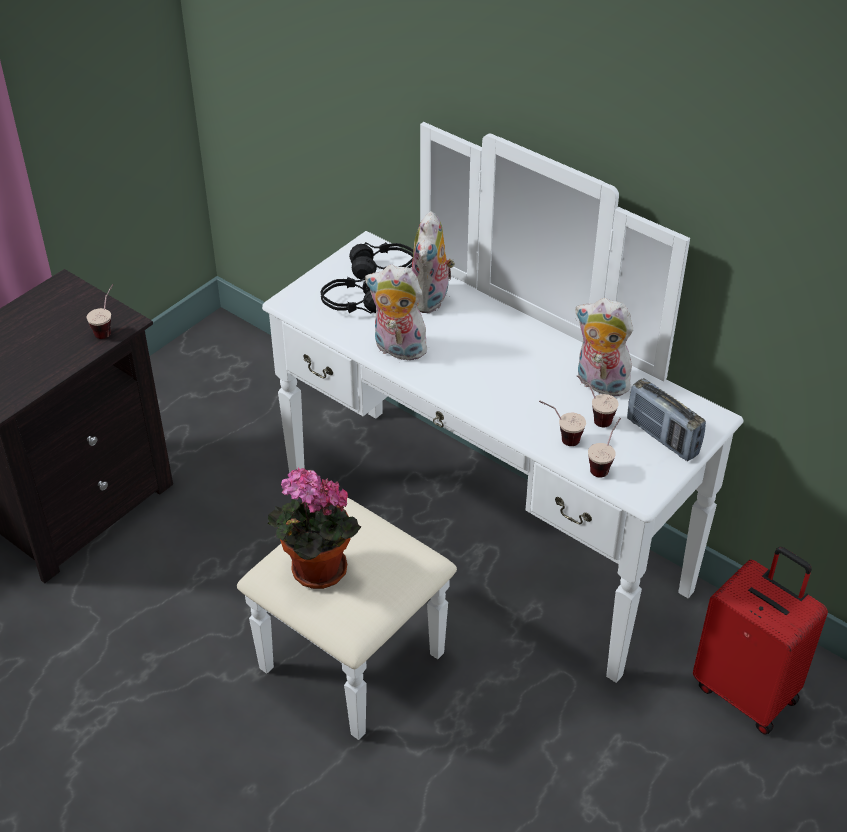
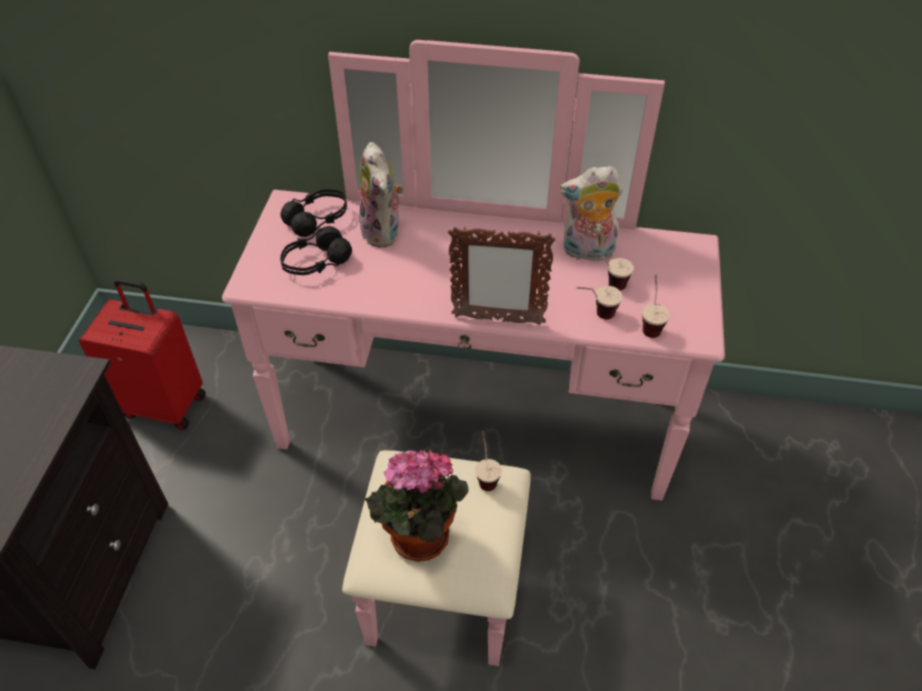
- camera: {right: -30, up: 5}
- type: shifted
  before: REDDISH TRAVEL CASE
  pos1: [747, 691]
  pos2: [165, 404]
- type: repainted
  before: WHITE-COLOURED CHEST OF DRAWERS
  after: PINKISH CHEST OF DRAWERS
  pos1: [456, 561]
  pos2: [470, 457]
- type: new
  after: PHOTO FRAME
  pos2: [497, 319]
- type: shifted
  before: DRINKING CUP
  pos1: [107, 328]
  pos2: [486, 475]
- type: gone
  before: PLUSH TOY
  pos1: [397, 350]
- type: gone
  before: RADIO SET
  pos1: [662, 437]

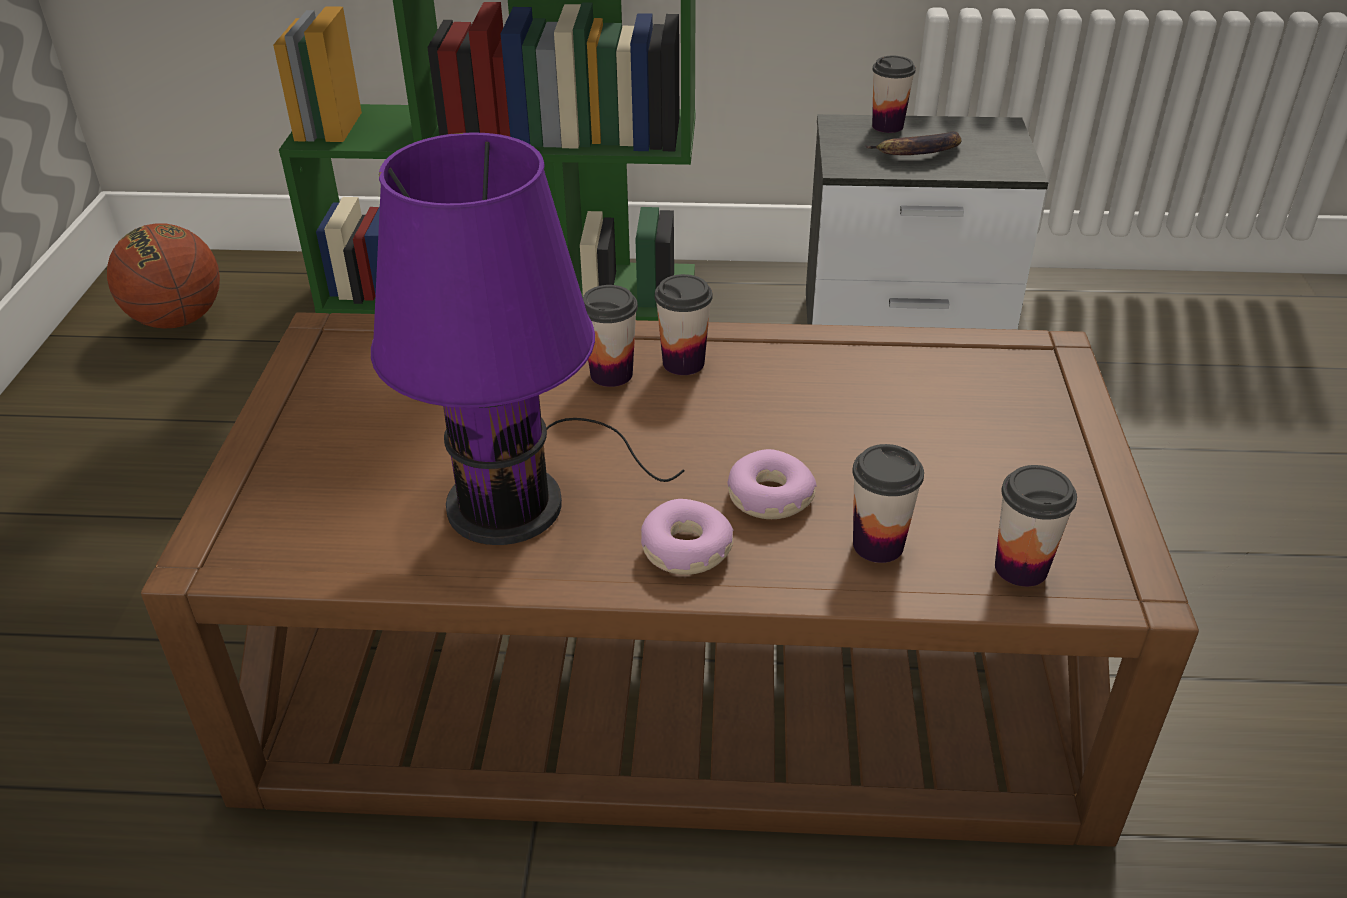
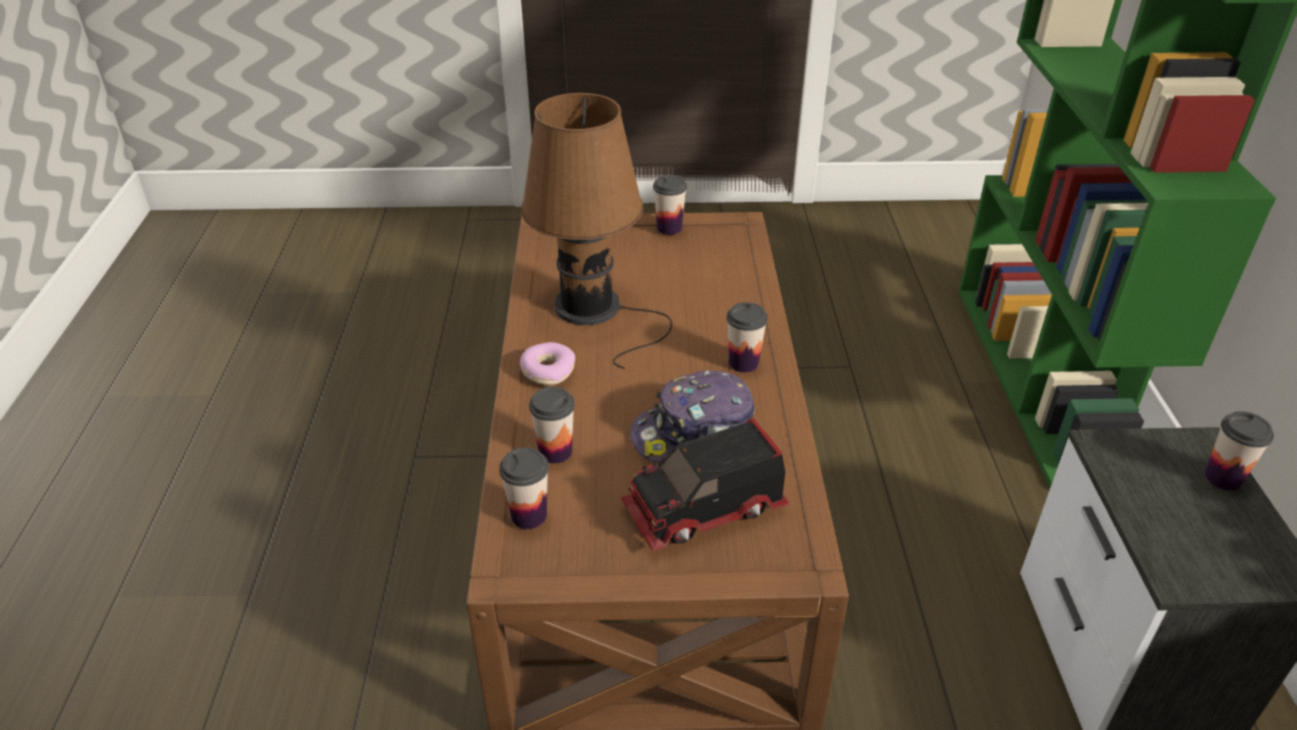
- camera: {right: 85, up: 0}
- type: repainted
  before: PURPLISH TABLETOP LAMP
  after: BROWN TABLETOP LAMP
  pos1: [516, 499]
  pos2: [593, 309]
- type: new
  after: TOY LORRY
  pos2: [705, 510]
- type: new
  after: CAP
  pos2: [693, 433]
- type: shifted
  before: DRINKING CUP
  pos1: [611, 374]
  pos2: [669, 228]
- type: gone
  before: BALL FOR BASKETBALL
  pos1: [177, 320]
- type: gone
  before: DOUGHNUT
  pos1: [769, 497]
- type: gone
  before: BANANA
  pos1: [917, 153]

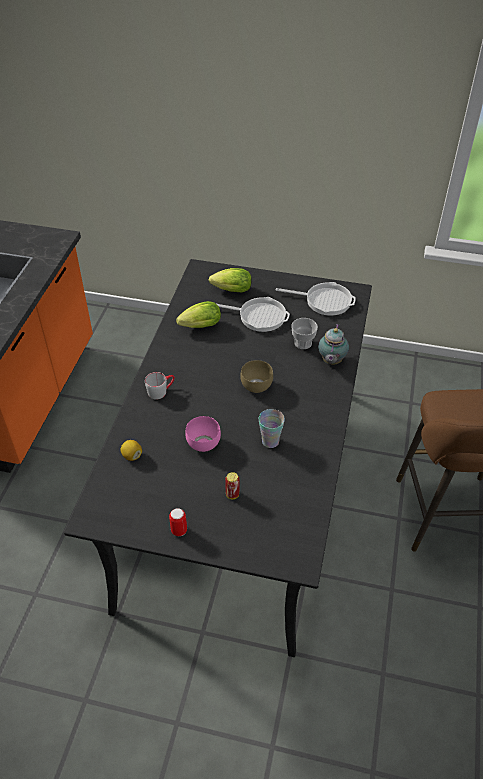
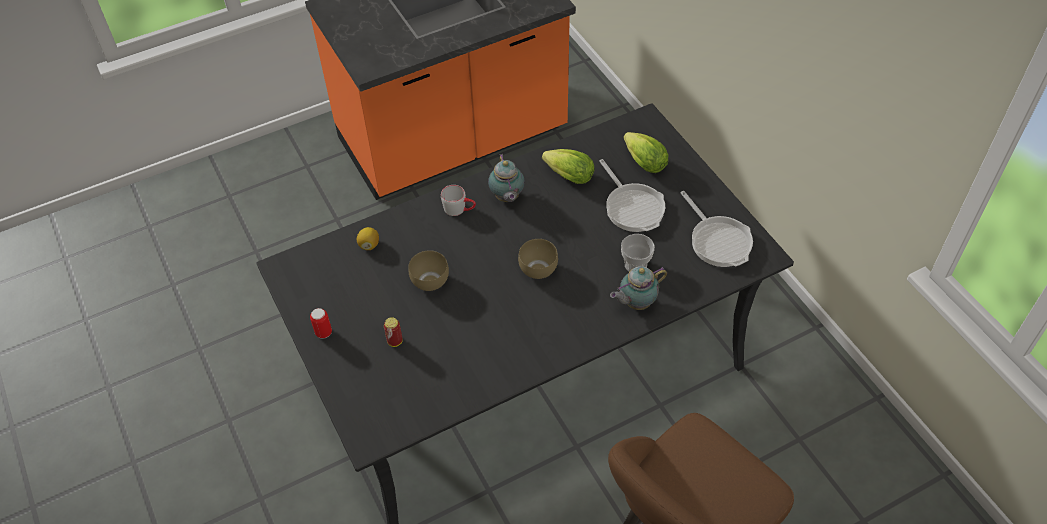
- camera: {right: 50, up: 5}
- type: repainted
  before: PINKISH BOWL
  after: BROWN BOWL
  pos1: [202, 443]
  pos2: [430, 280]
- type: new
  after: TEAPOT
  pos2: [507, 198]
- type: gone
  before: DRINKING CUP
  pos1: [270, 441]

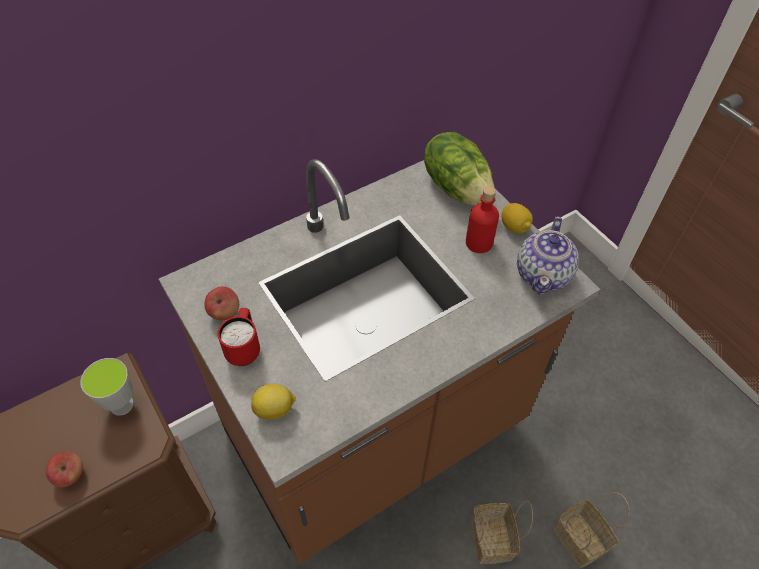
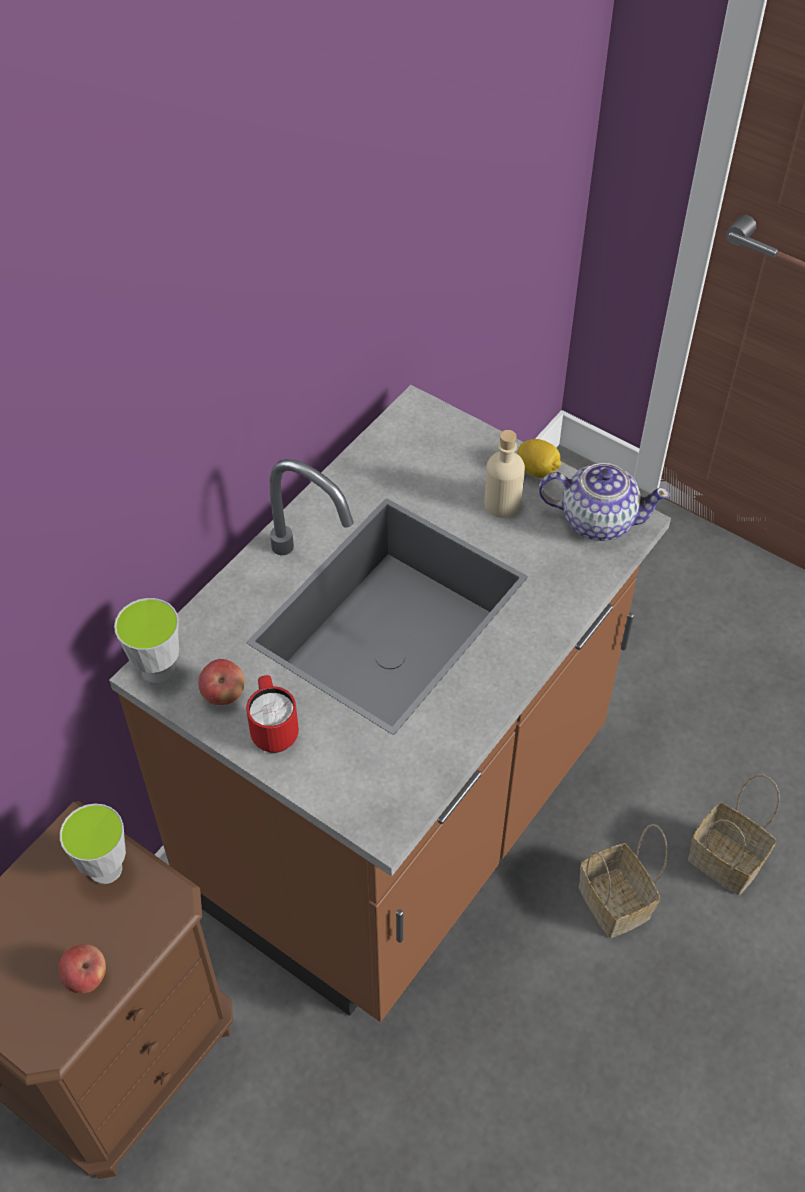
- camera: {right: -20, up: 0}
- type: new
  after: DRINKING CUP
  pos2: [158, 670]
- type: repainted
  before: REDDISH DRINK BOTTLE
  after: BEIGE DRINK BOTTLE
  pos1: [479, 243]
  pos2: [502, 504]
- type: rotated
  before: TEAPOT
  pos1: [543, 274]
  pos2: [597, 520]
  turn: -75
- type: gone
  before: CITRUS FRUIT
  pos1: [275, 409]
- type: gone
  before: LETTUCE
  pos1: [457, 188]

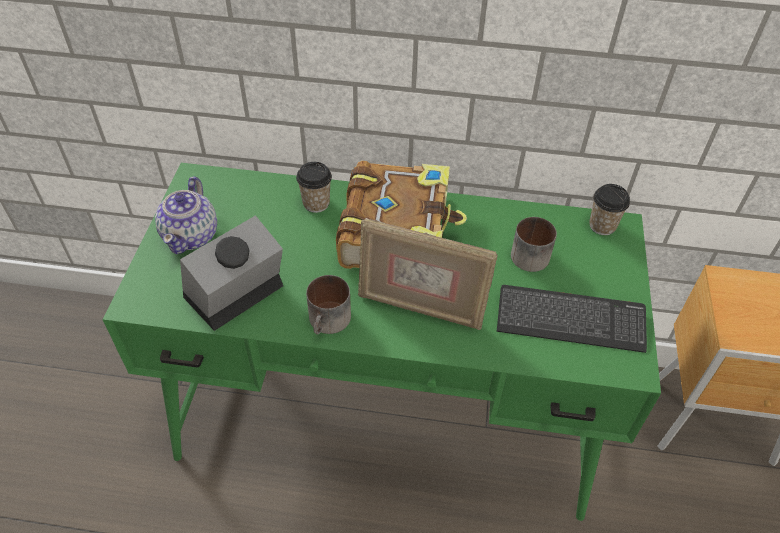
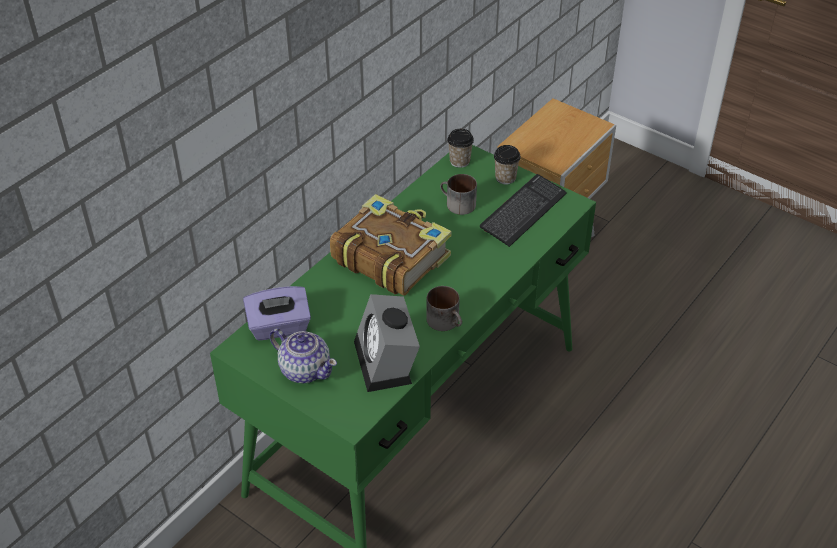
- camera: {right: -60, up: -5}
- type: new
  after: PURPLISH TISSUE HOLDER
  pos2: [279, 327]
- type: shifted
  before: DRINKING CUP
  pos1: [316, 203]
  pos2: [505, 178]
- type: gone
  before: PHOTO FRAME
  pos1: [420, 308]

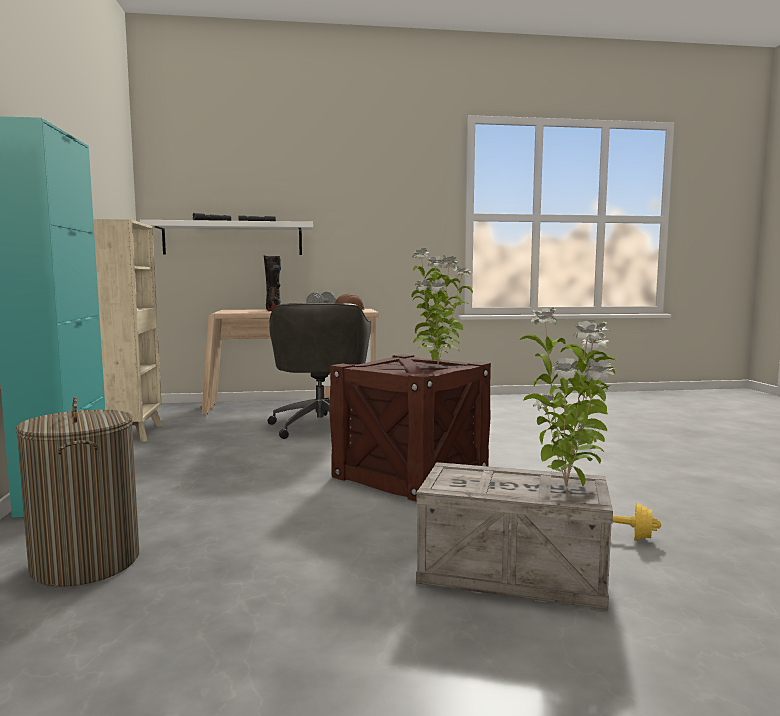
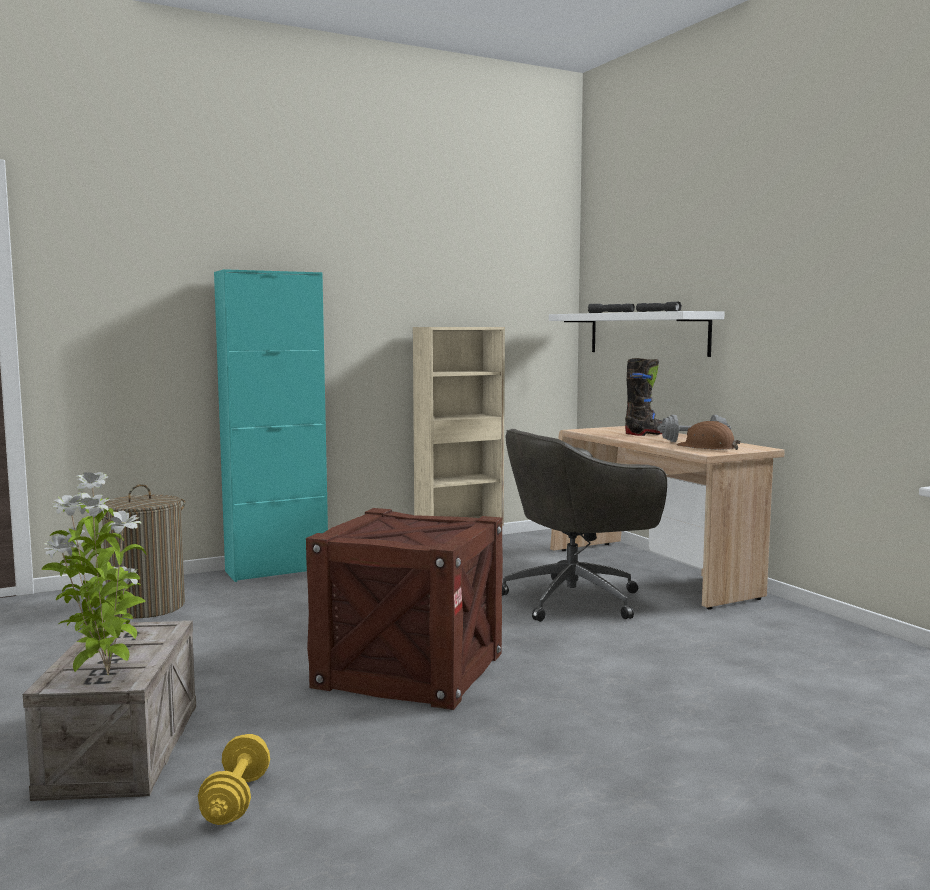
- camera: {right: 70, up: 0}
- type: gone
  before: PLANT IN A POT
  pos1: [437, 365]

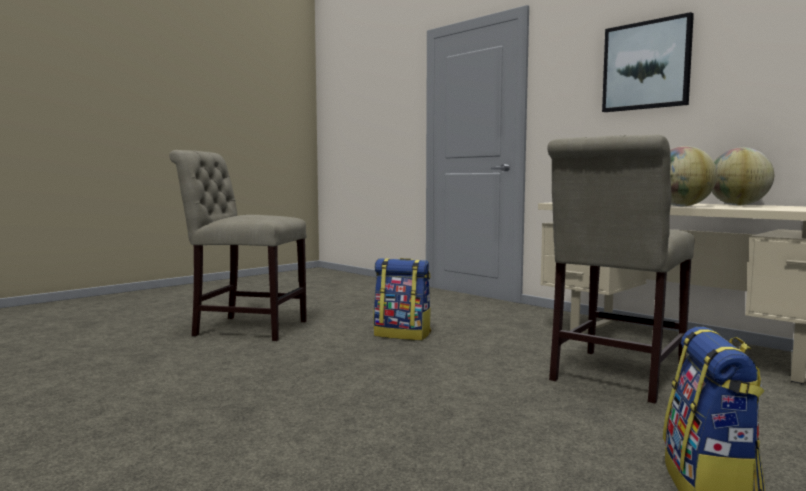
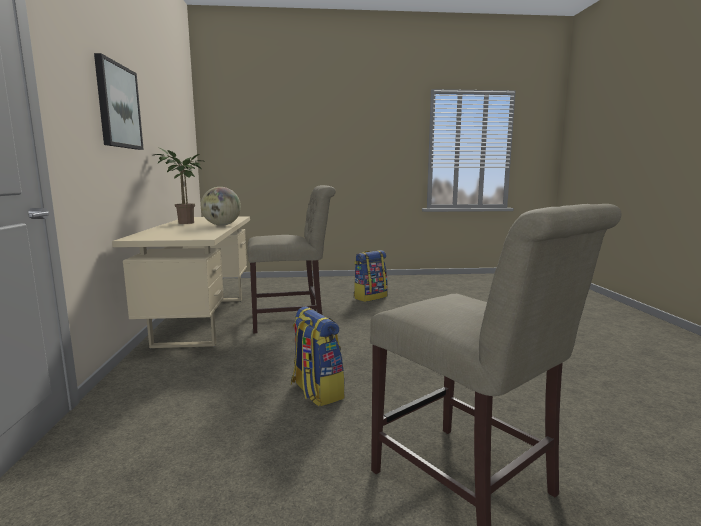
- camera: {right: -140, up: 5}
- type: swapped
  before: GLOBE
  after: PLANT IN A POT
  pos1: [738, 205]
  pos2: [184, 223]

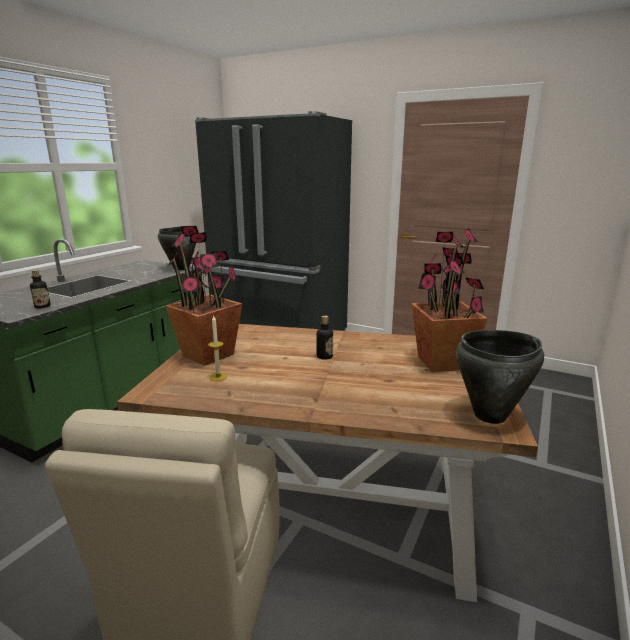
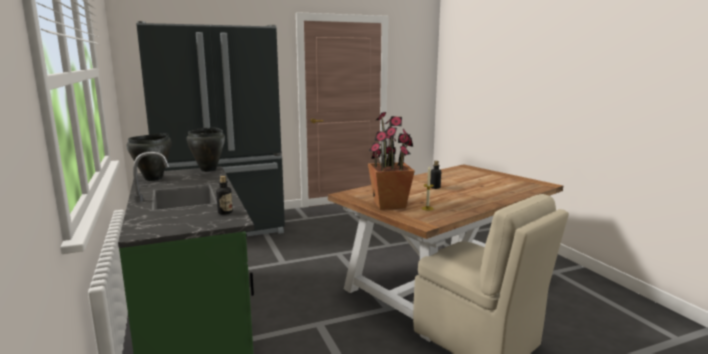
- camera: {right: -50, up: -5}
- type: shifted
  before: BLACK SAUCEPOT
  pos1: [490, 416]
  pos2: [154, 178]
- type: gone
  before: PLANT IN A POT
  pos1: [441, 363]

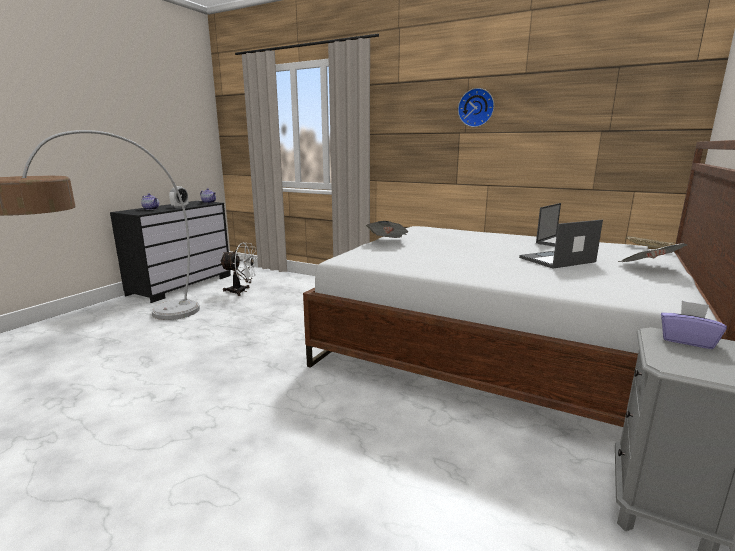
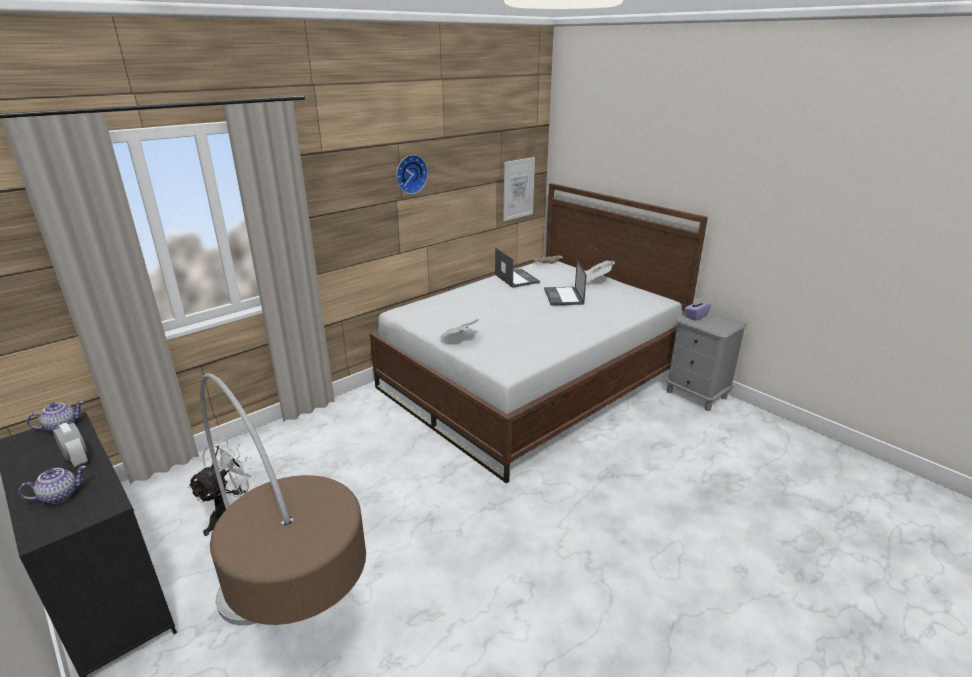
- camera: {right: -70, up: 10}
- type: new
  after: WALL ART
  pos2: [518, 189]

